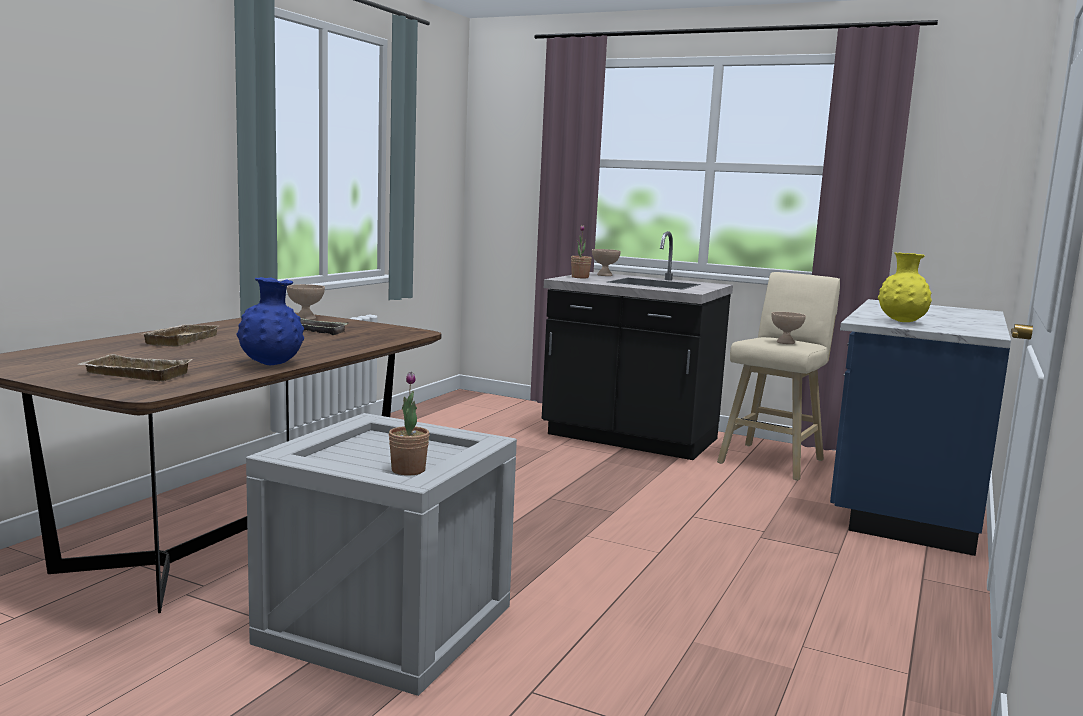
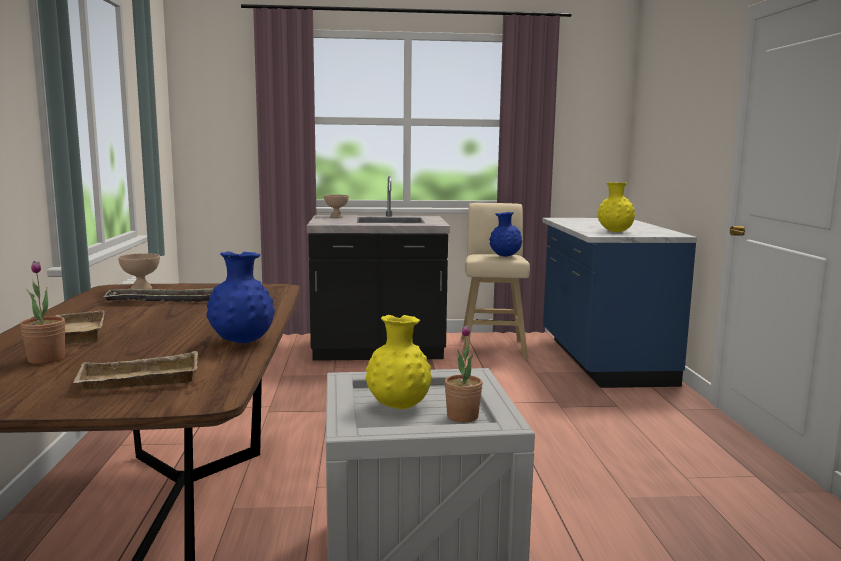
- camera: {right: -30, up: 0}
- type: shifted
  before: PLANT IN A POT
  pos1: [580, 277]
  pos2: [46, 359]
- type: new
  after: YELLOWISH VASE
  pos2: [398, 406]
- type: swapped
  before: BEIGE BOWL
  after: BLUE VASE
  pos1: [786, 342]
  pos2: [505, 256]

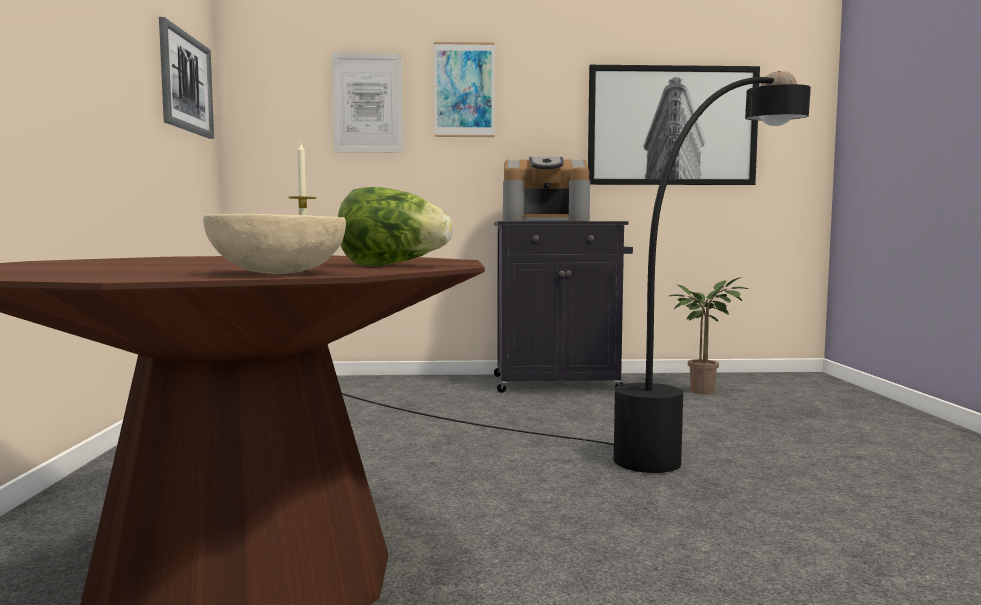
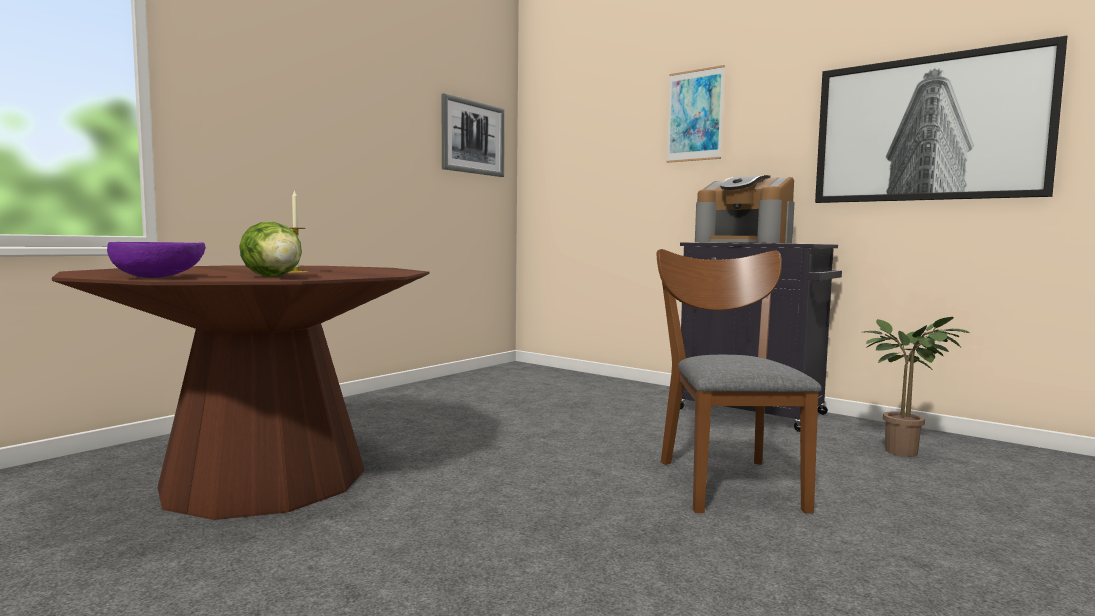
- camera: {right: 40, up: 0}
- type: repainted
  before: BEIGE BOWL
  after: PURPLISH BOWL
  pos1: [277, 273]
  pos2: [160, 277]
- type: swapped
  before: BLACK STANDING LAMP
  after: BROWN PLAIN CHAIR
  pos1: [659, 438]
  pos2: [726, 479]
- type: gone
  before: WALL ART
  pos1: [367, 103]

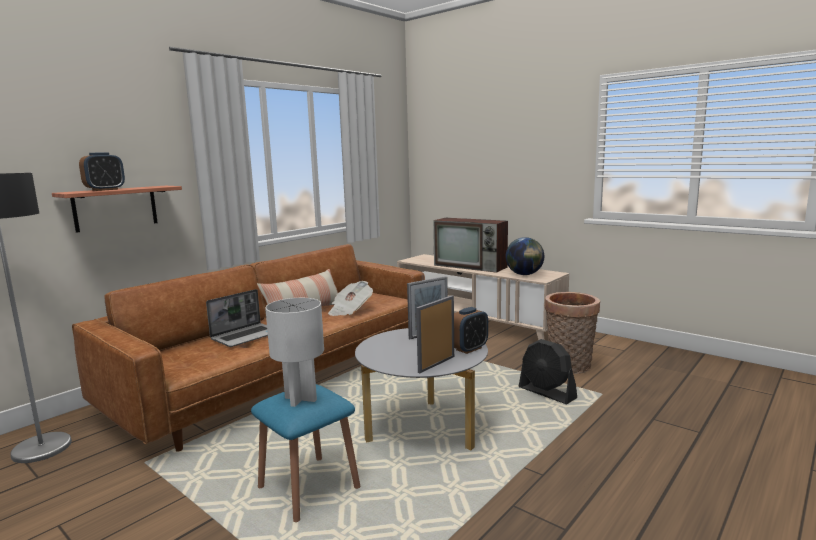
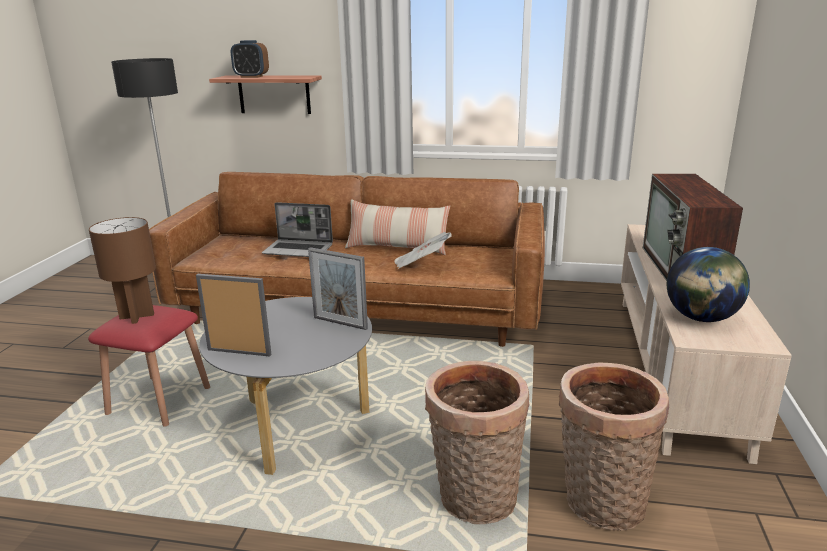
- camera: {right: 60, up: 10}
- type: repainted
  before: BLUE SITTING STOOL
  after: REDDISH SITTING STOOL
  pos1: [309, 487]
  pos2: [159, 401]
- type: repainted
  before: WHITE-COLOURED TABLETOP LAMP
  after: BROWN TABLETOP LAMP
  pos1: [300, 399]
  pos2: [136, 316]
- type: swapped
  before: BLACK COOLING FAN
  after: HOUSEHOLD BASKET
  pos1: [547, 393]
  pos2: [474, 501]
- type: gone
  before: BEDSIDE CLOCK
  pos1: [468, 349]

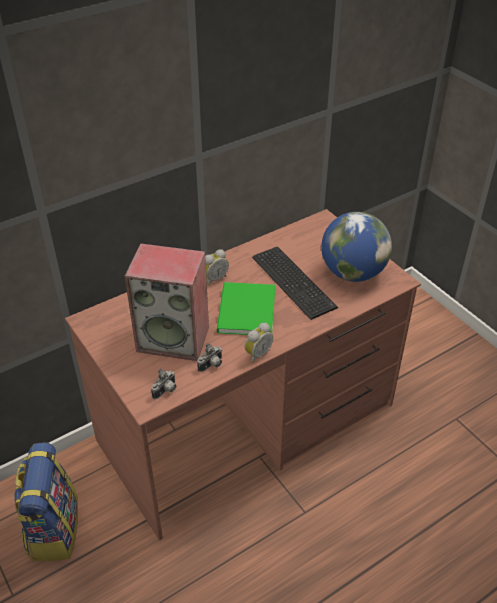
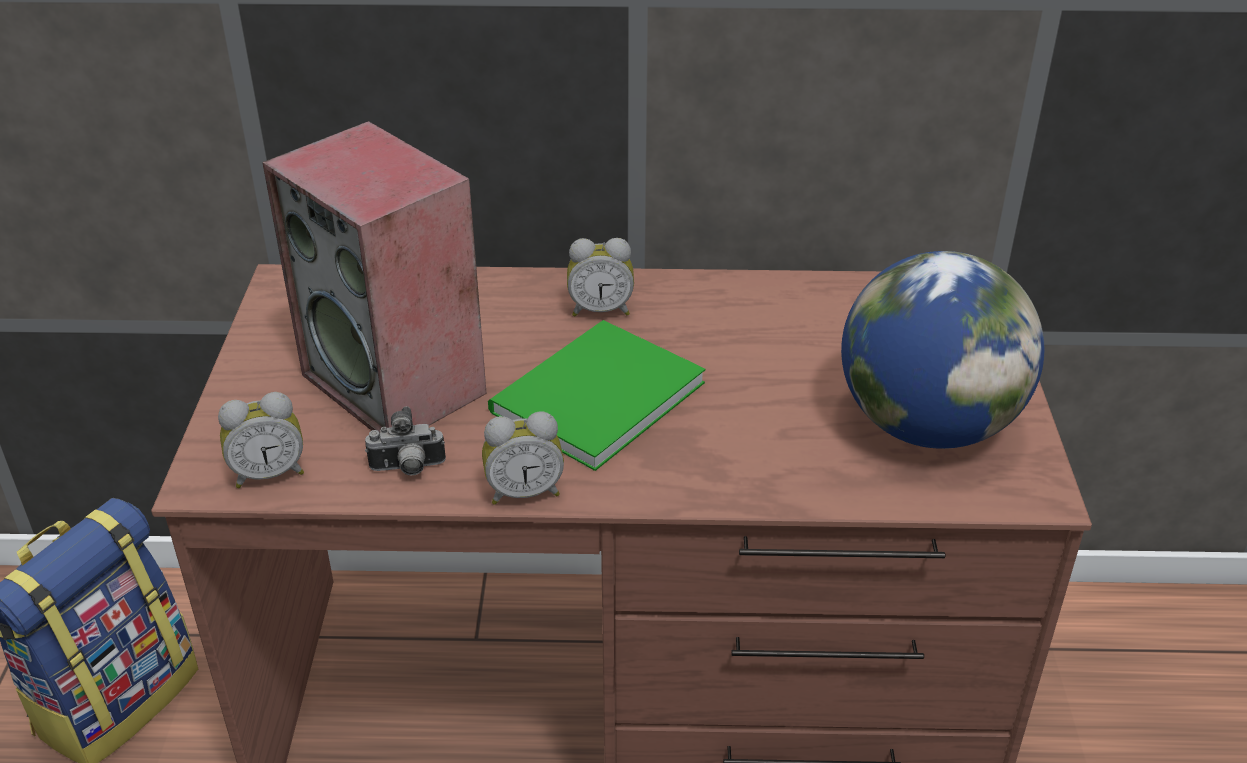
- camera: {right: 35, up: -5}
- type: swapped
  before: STILL CAMERA
  after: BEDSIDE CLOCK
  pos1: [166, 391]
  pos2: [269, 473]
- type: gone
  before: PC KEYBOARD
  pos1: [294, 280]

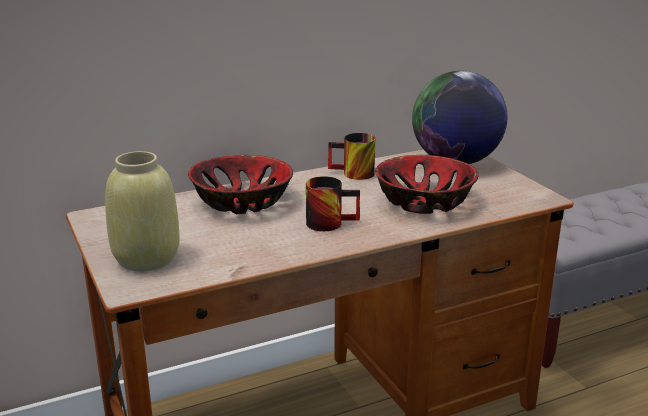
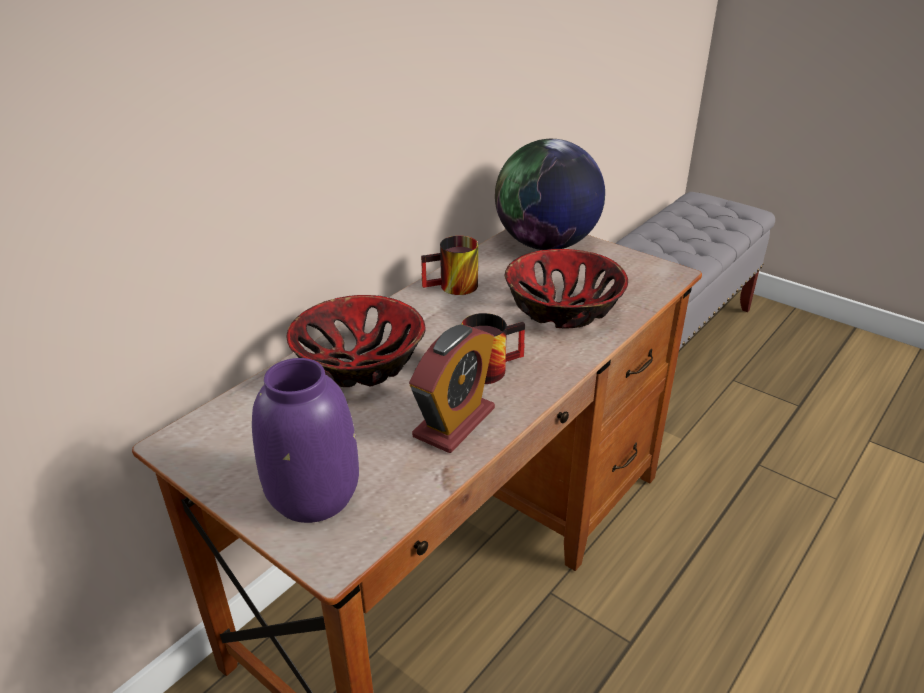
- camera: {right: -25, up: 10}
- type: repainted
  before: BEIGE VASE
  after: PURPLISH VASE
  pos1: [147, 259]
  pos2: [315, 495]
- type: new
  after: BEDSIDE CLOCK
  pos2: [454, 422]

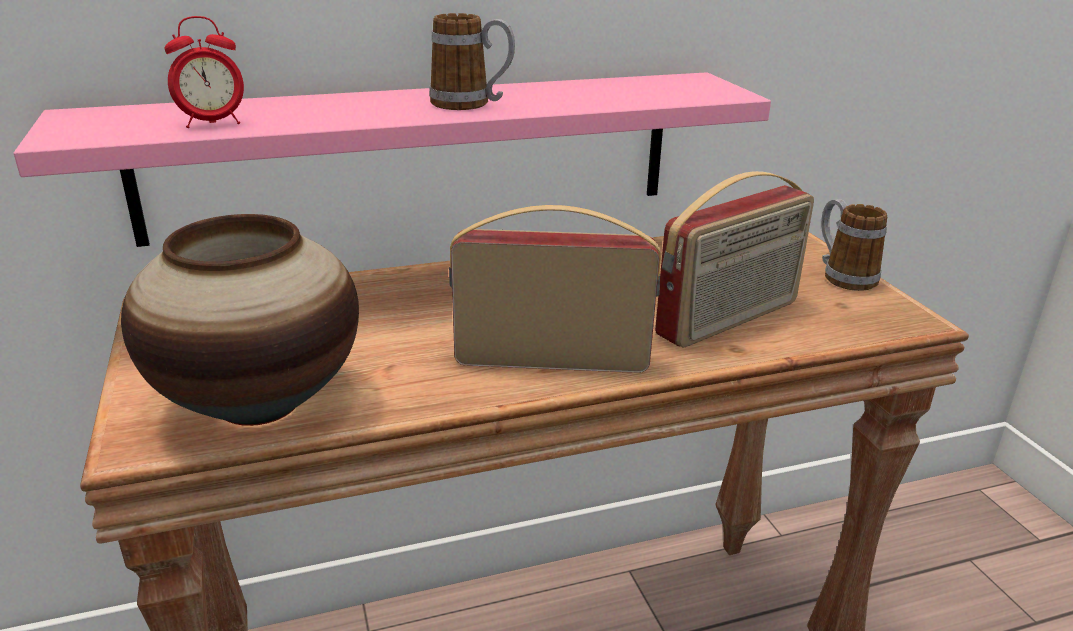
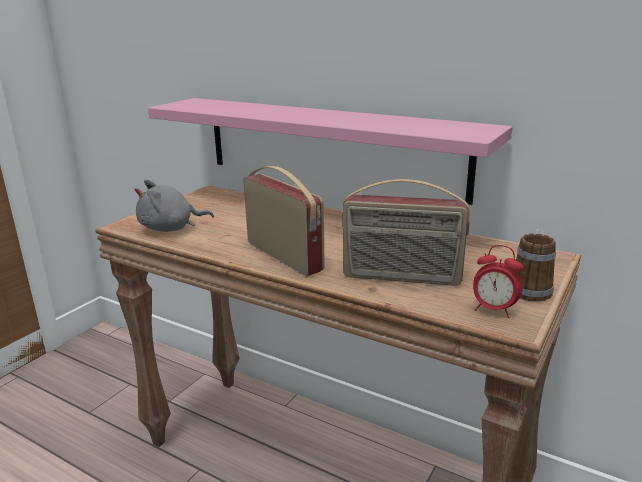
- camera: {right: 50, up: -5}
- type: swapped
  before: VASE
  after: GREYISH PLUSH TOY
  pos1: [260, 403]
  pos2: [171, 228]
- type: shifted
  before: BEDSIDE CLOCK
  pos1: [213, 123]
  pos2: [493, 310]
- type: gone
  before: COFFEE MUG
  pos1: [472, 104]

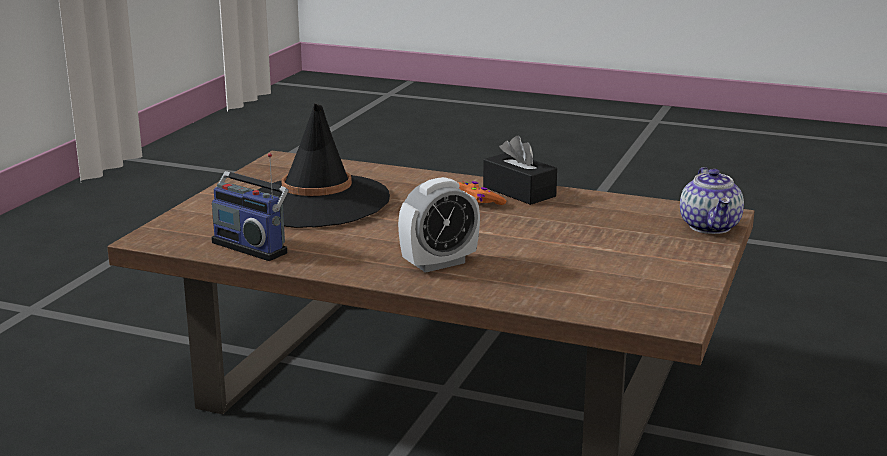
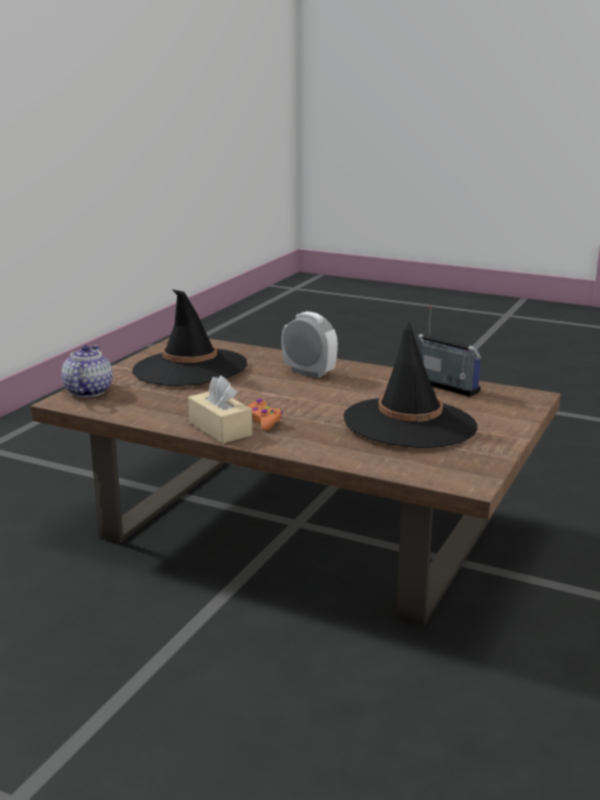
- camera: {right: -175, up: 0}
- type: new
  after: BLACK WEARABLE HAT
  pos2: [189, 368]
- type: repainted
  before: BLACK TISSUE HOLDER
  after: BEIGE TISSUE HOLDER
  pos1: [519, 192]
  pos2: [220, 429]
- type: rotated
  before: BEDSIDE CLOCK
  pos1: [439, 263]
  pos2: [309, 372]
  turn: 60

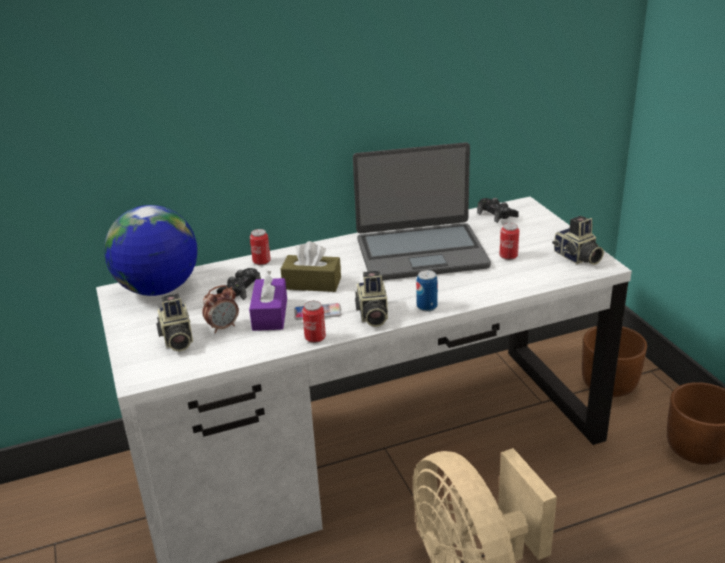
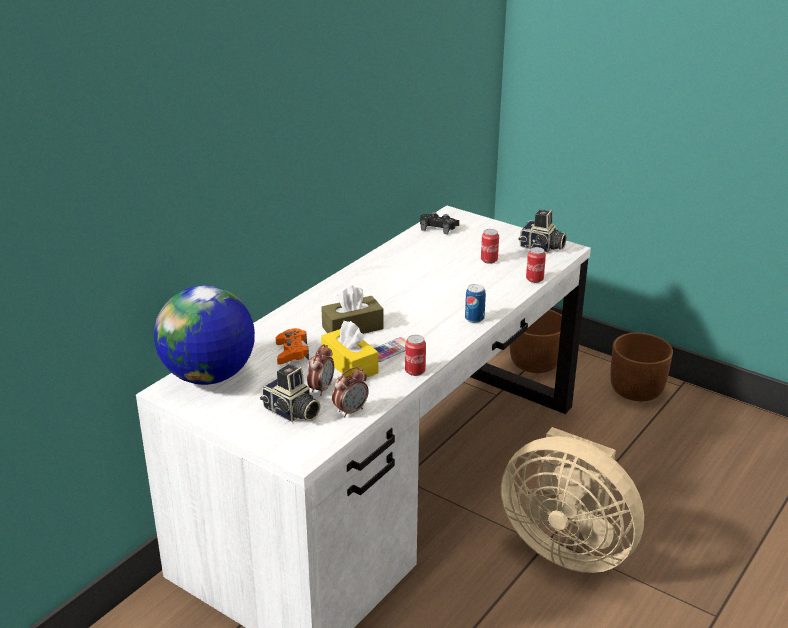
- camera: {right: -35, up: 0}
- type: repainted
  before: BLACK JOYPAD
  after: ORANGE-COLOURED JOYPAD
  pos1: [240, 289]
  pos2: [292, 352]
- type: repainted
  before: PURPLISH TISSUE HOLDER
  after: YELLOWISH TISSUE HOLDER
  pos1: [270, 314]
  pos2: [349, 365]
- type: new
  after: BEDSIDE CLOCK
  pos2: [351, 411]
- type: shifted
  before: CAN
  pos1: [261, 261]
  pos2: [534, 279]
- type: gone
  before: LAPTOP
  pos1: [421, 253]
- type: gone
  before: STILL CAMERA
  pos1: [372, 315]

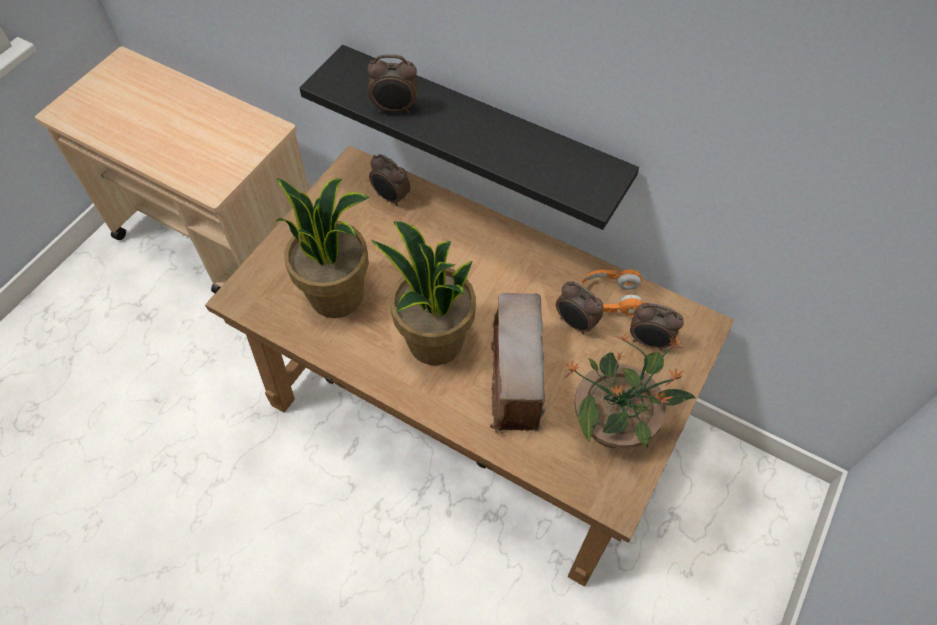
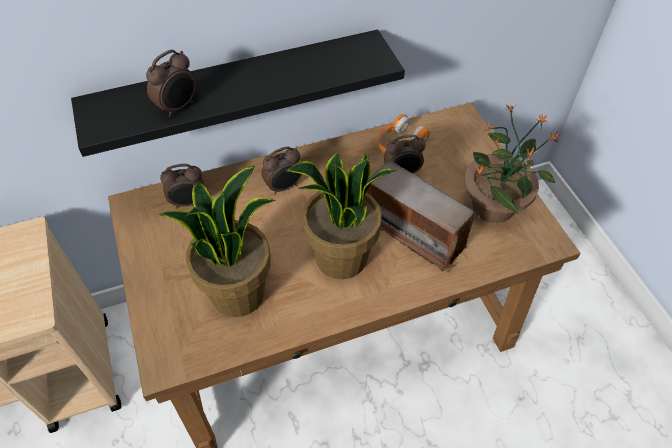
- camera: {right: -50, up: -5}
- type: shifted
  before: BEDSIDE CLOCK
  pos1: [649, 341]
  pos2: [284, 187]

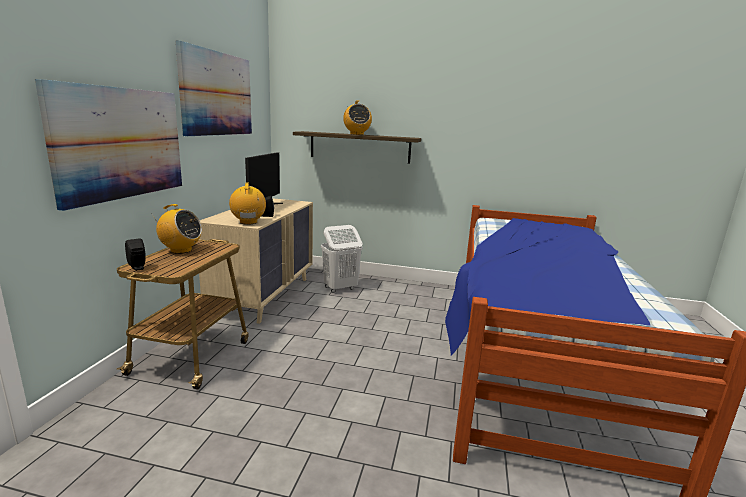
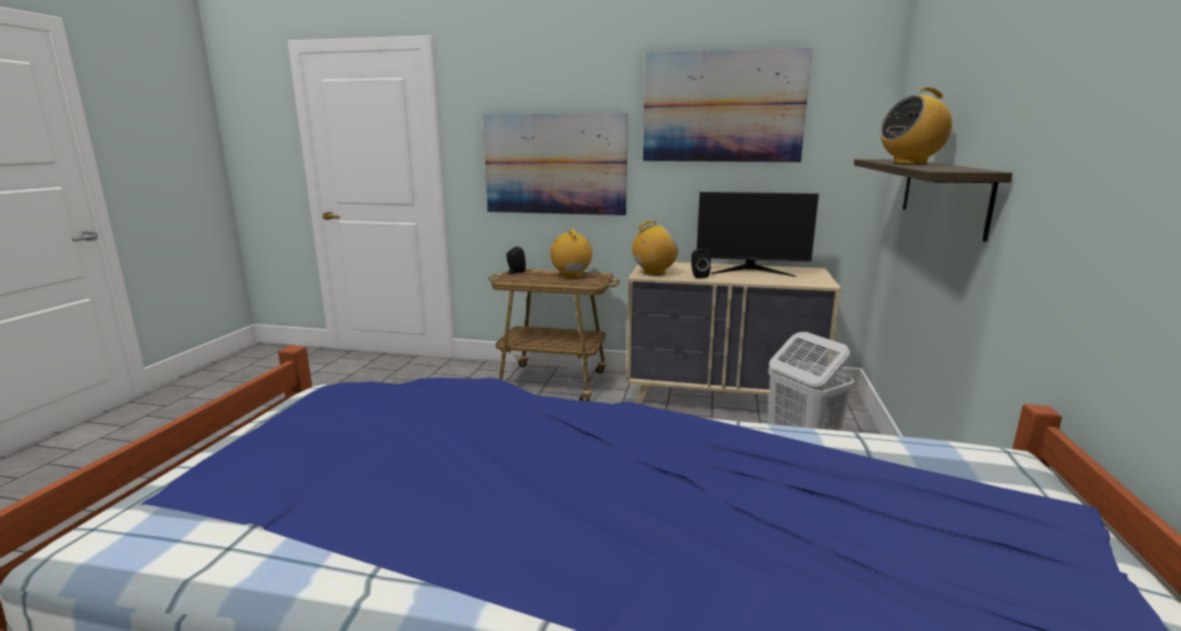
- camera: {right: 90, up: 0}
- type: rotated
  before: RADIO SET
  pos1: [180, 250]
  pos2: [571, 276]
  turn: 150

